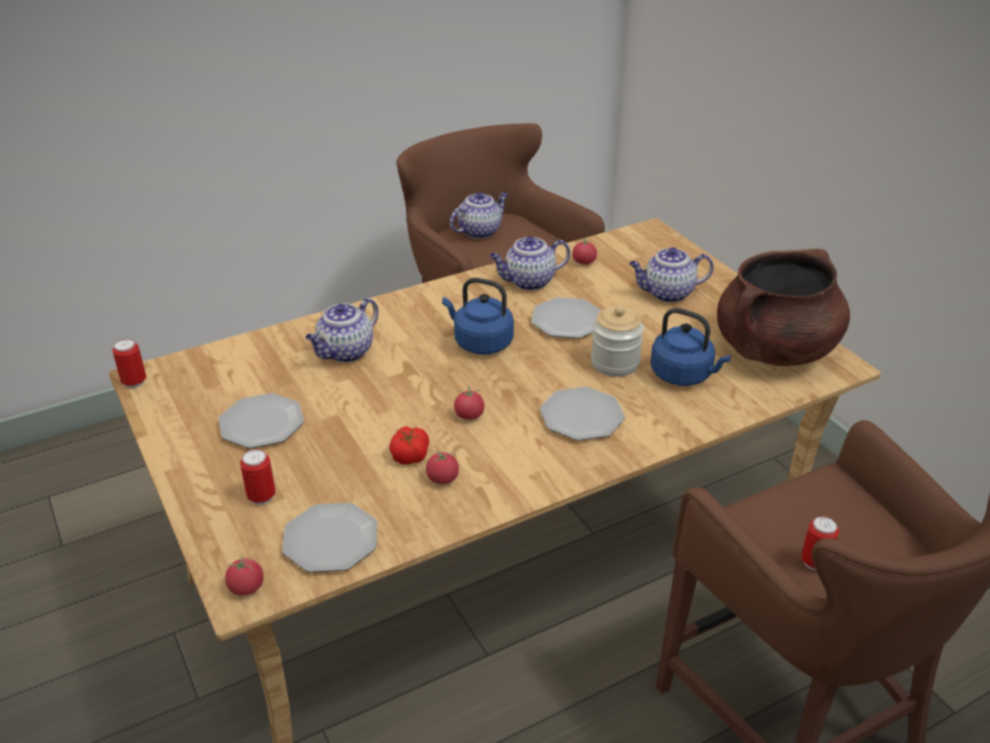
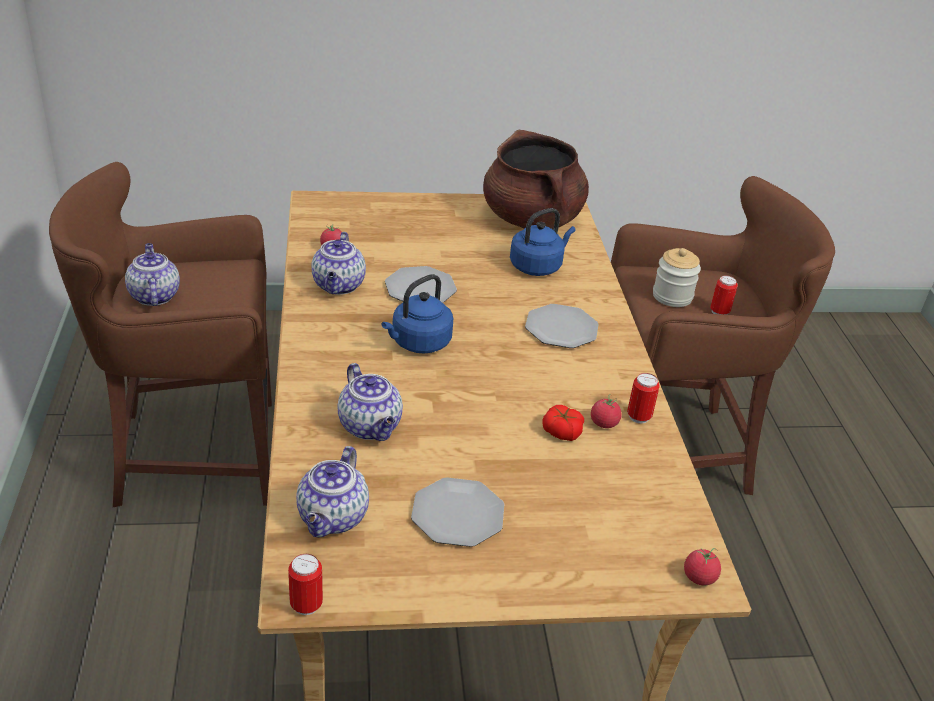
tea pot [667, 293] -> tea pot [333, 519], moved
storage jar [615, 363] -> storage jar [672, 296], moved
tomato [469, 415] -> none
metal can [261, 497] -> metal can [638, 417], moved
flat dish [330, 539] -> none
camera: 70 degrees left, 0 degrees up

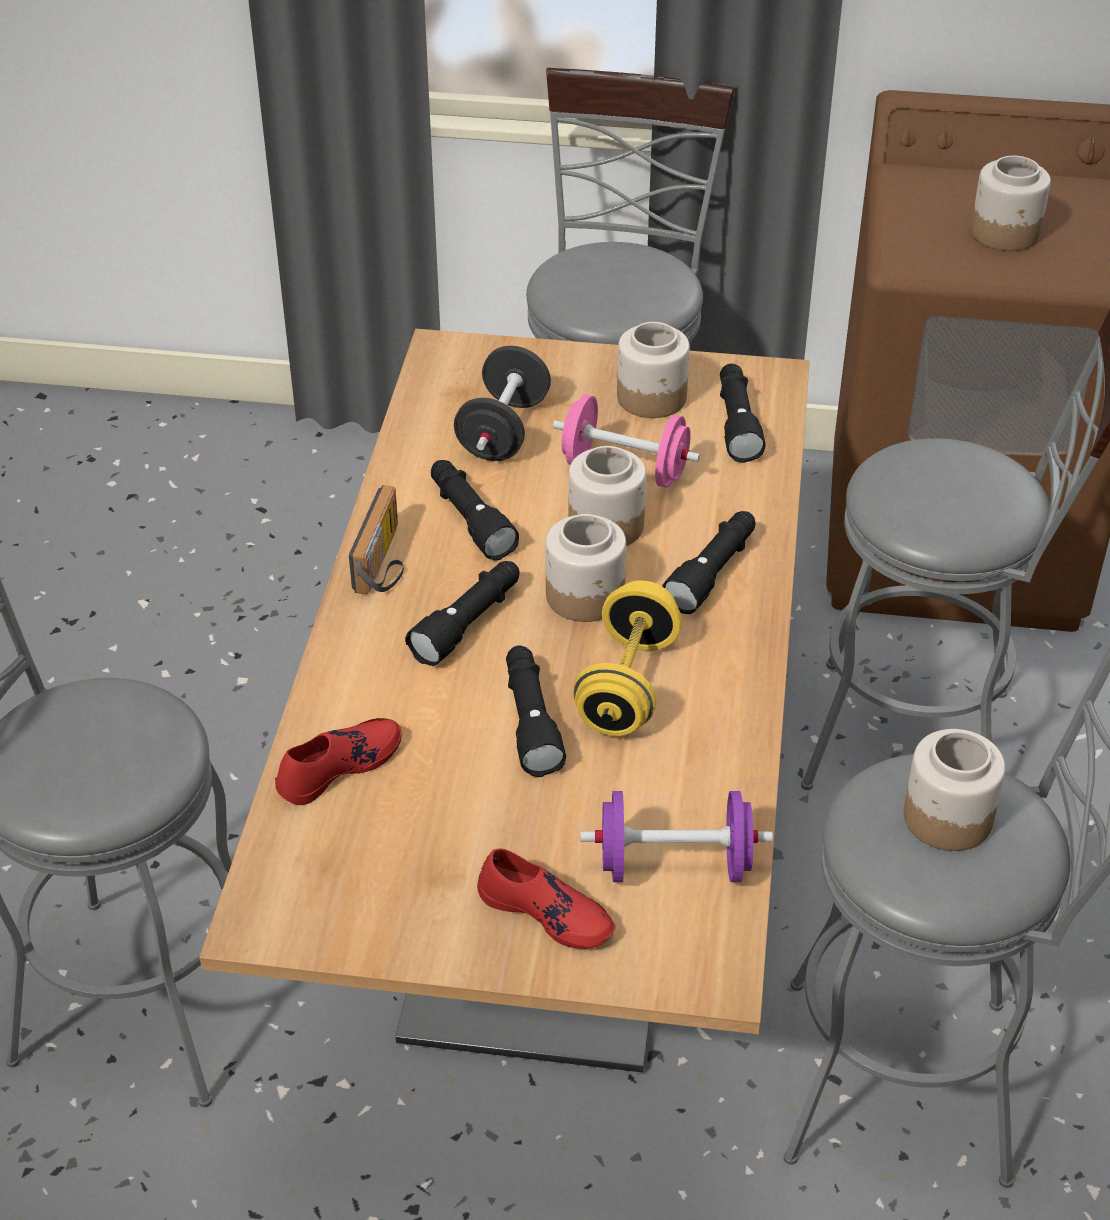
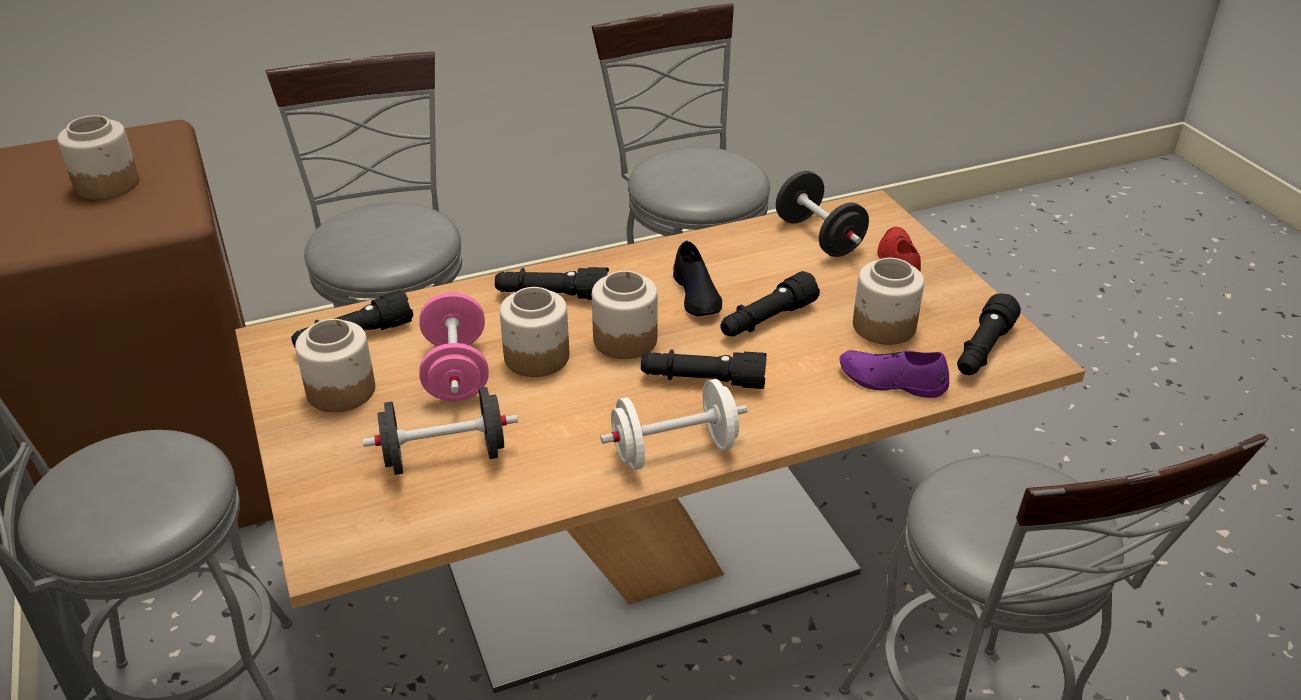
torch (black) [470, 520] -> torch (black) [982, 350], moved
radio receiver [386, 562] -> free weight (whitish) [674, 450]
free weight (yellow-coloured) [627, 686] -> shoe (black) [697, 295]
shoe (red-coloured) [339, 767] -> shoe (purplish) [891, 381]
storage jar [946, 817] -> storage jar [884, 326], moved
free weight (purplish) [674, 865] -> free weight (black) [819, 237]
camera: 120 degrees left, 5 degrees down

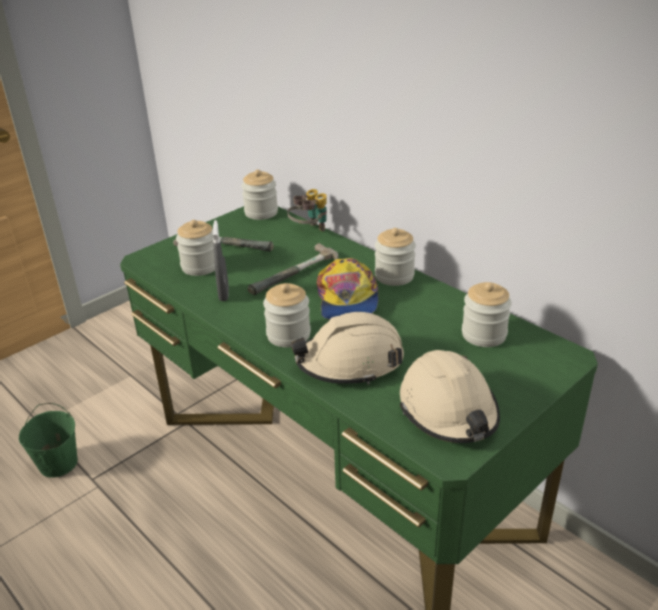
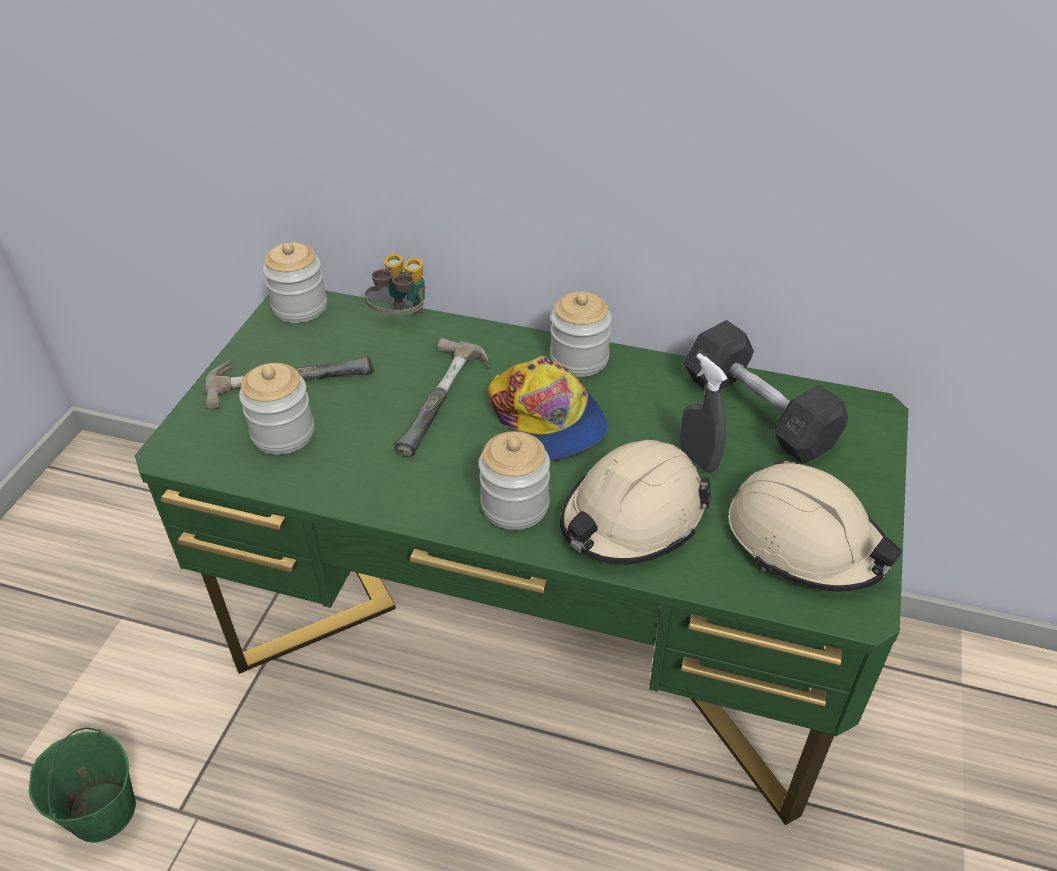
hand sprayer (greyish) [224, 294] -> hand sprayer (greyish) [698, 459], moved
storage jar [484, 334] -> free weight (greyish) [758, 413]
camera: 30 degrees left, 10 degrees up

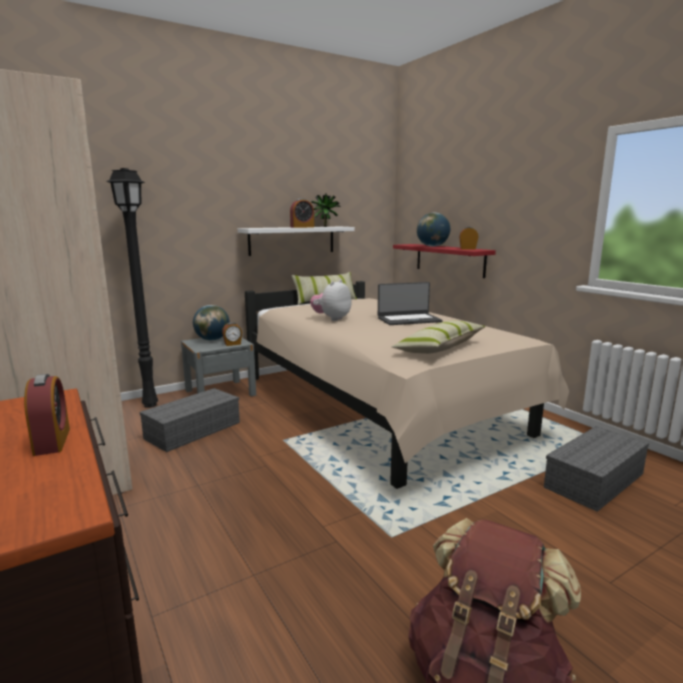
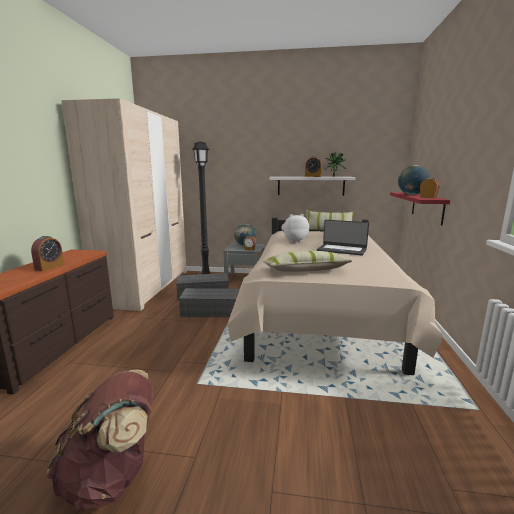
storage box (greyish) [595, 481] -> storage box (greyish) [210, 311], moved
camera: 40 degrees right, 0 degrees up

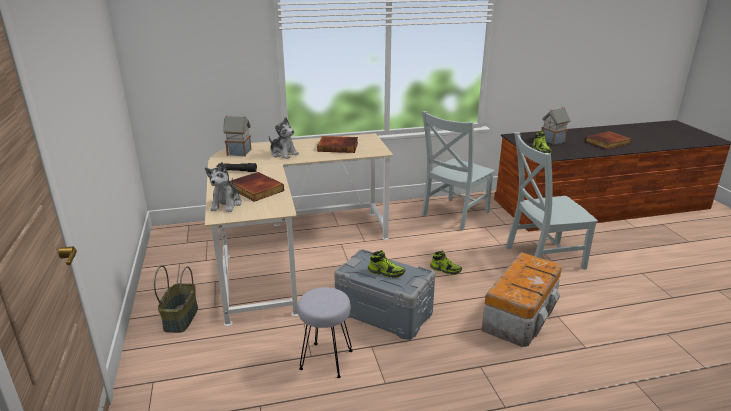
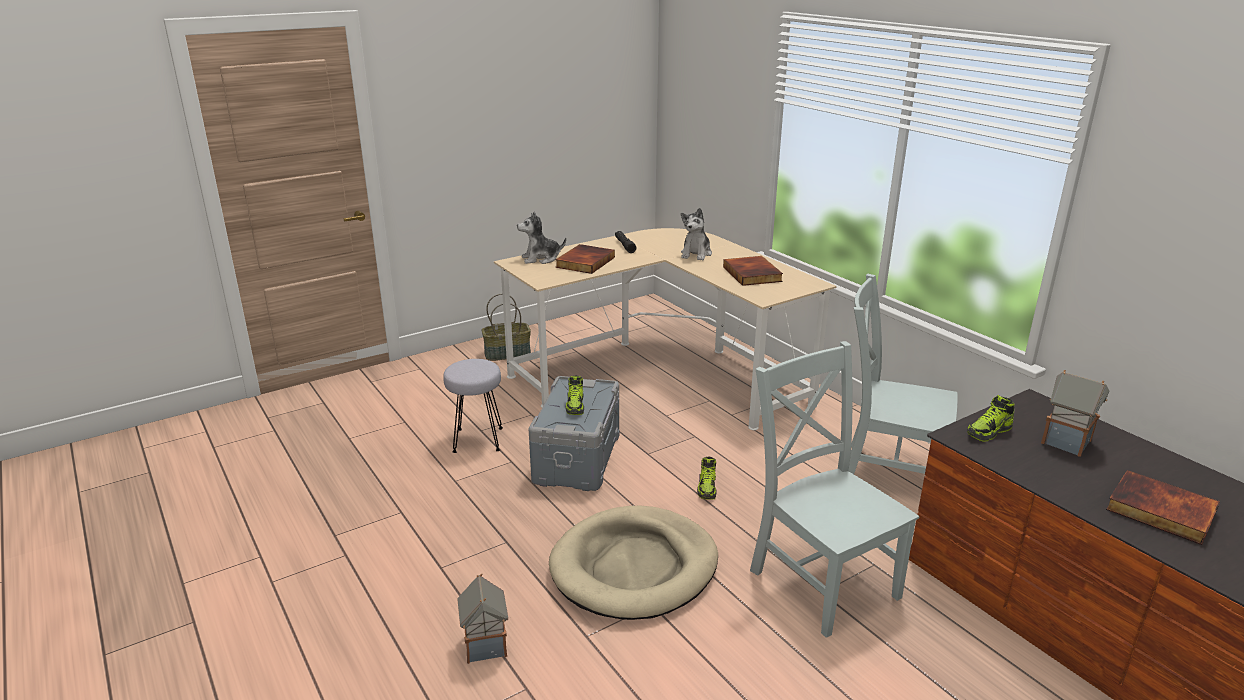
miniature house [240, 152] -> miniature house [486, 647], moved
storage box [521, 315] -> pet bed (beige) [634, 567]
camera: 70 degrees right, 0 degrees up

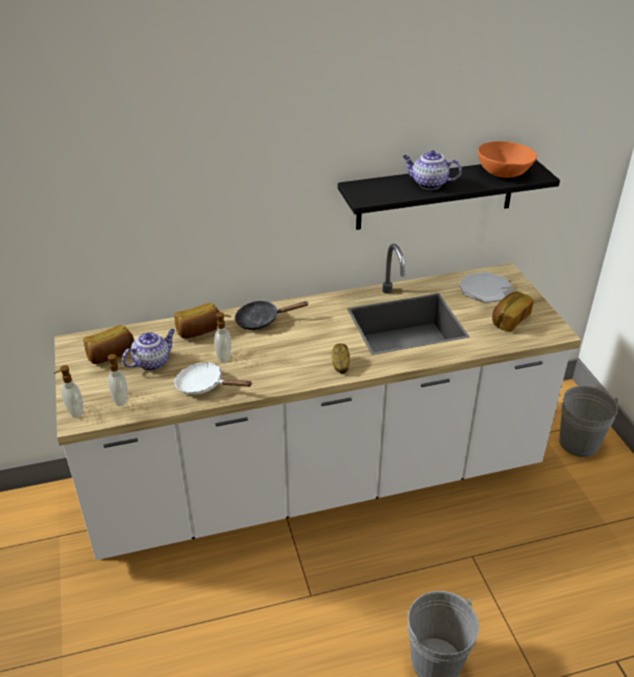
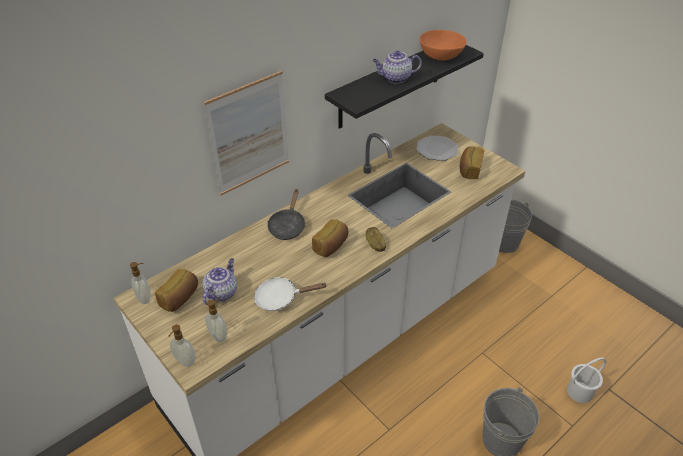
skillet (black) [262, 320] -> skillet (black) [287, 226], 45 degrees counterclockwise
baked bread [199, 331] -> baked bread [331, 246], moved
soap bottle [225, 356] -> soap bottle [145, 298], moved
none -> picture [249, 134]
none -> pail (whitish) [579, 391]
camera: 25 degrees left, 5 degrees up

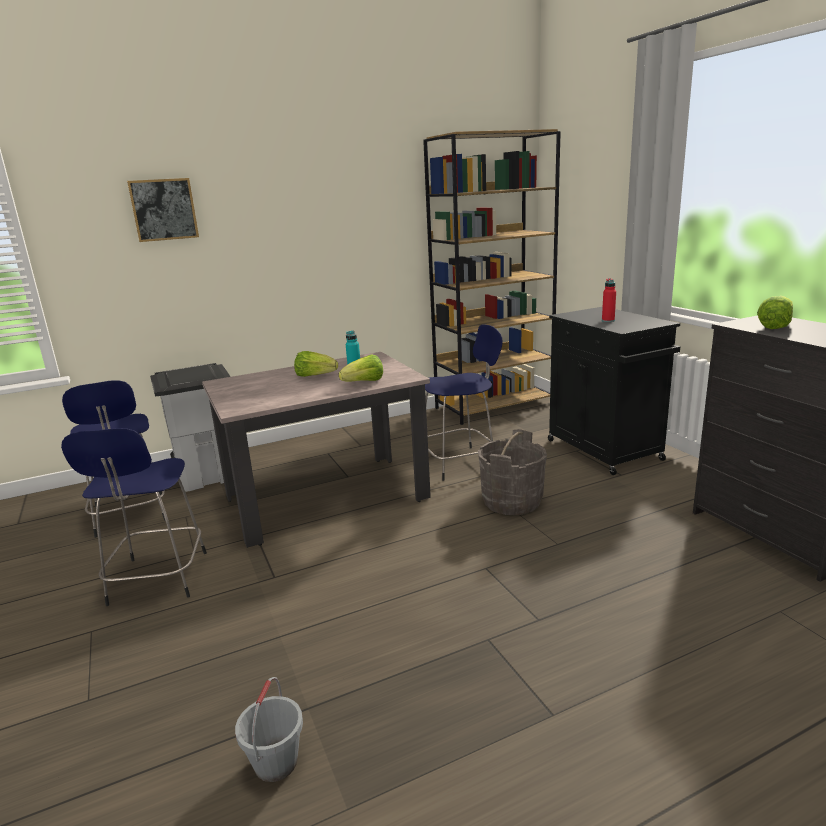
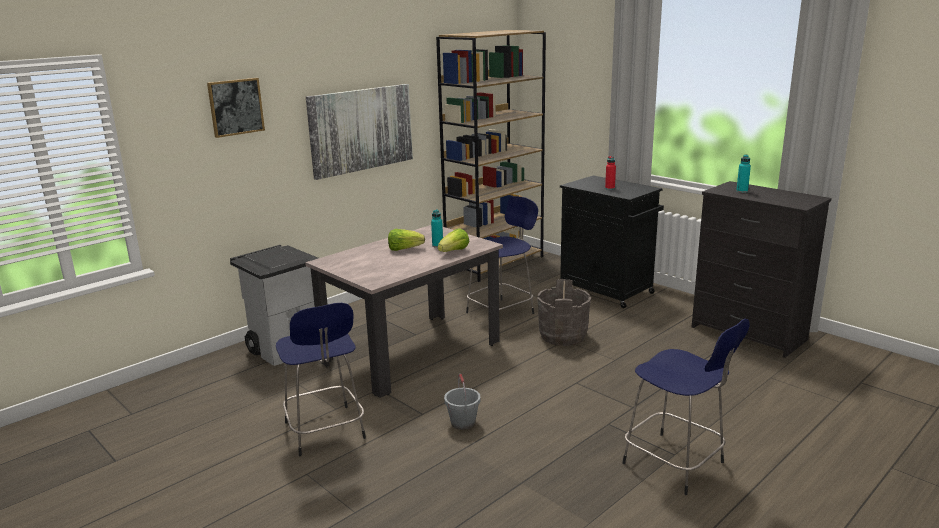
head of lettuce [775, 326] -> beverage bottle (turquoise) [742, 191]
stool seat (blue-coloured) [130, 516] -> stool seat (blue-coloured) [676, 464], moved
pail (greyish) [276, 763] -> pail (greyish) [463, 423], moved
none -> picture [361, 129]
camera: 20 degrees left, 0 degrees up

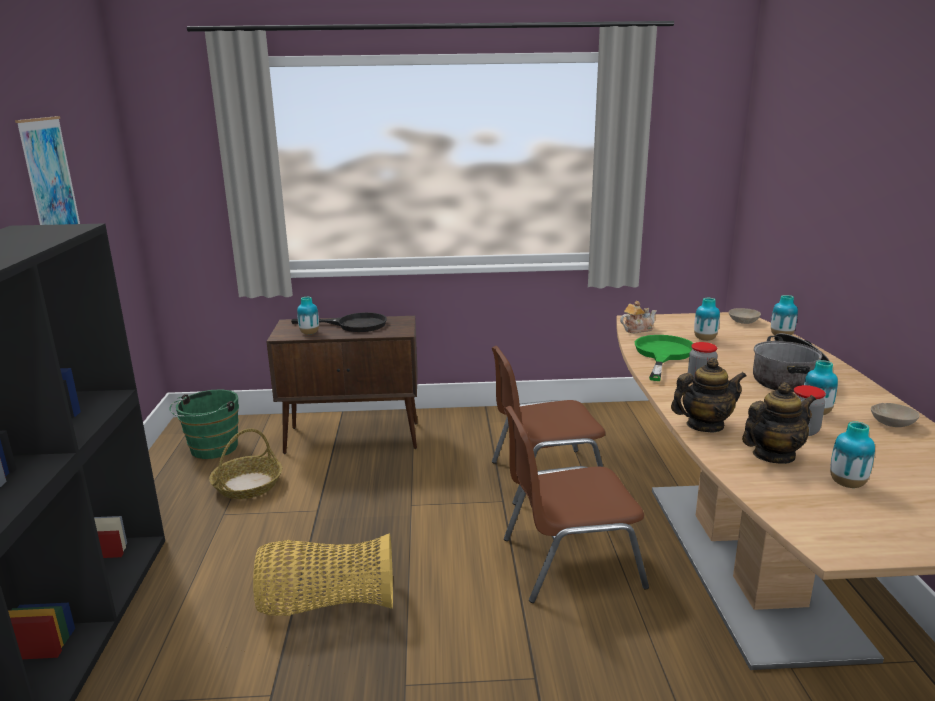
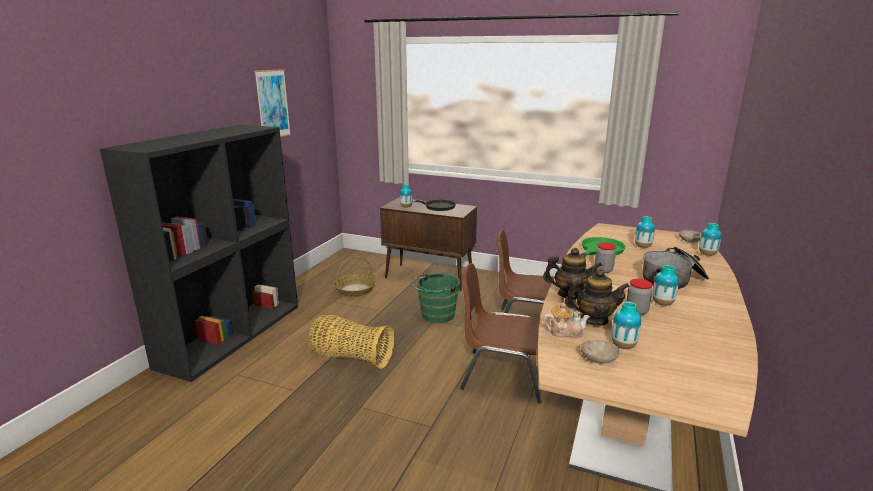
tea pot [637, 329] -> tea pot [564, 332], moved
pail (green-coloured) [211, 449] -> pail (green-coloured) [436, 316], moved
deep dish (beige) [893, 424] -> deep dish (beige) [598, 359], moved
camera: 25 degrees right, 0 degrees up

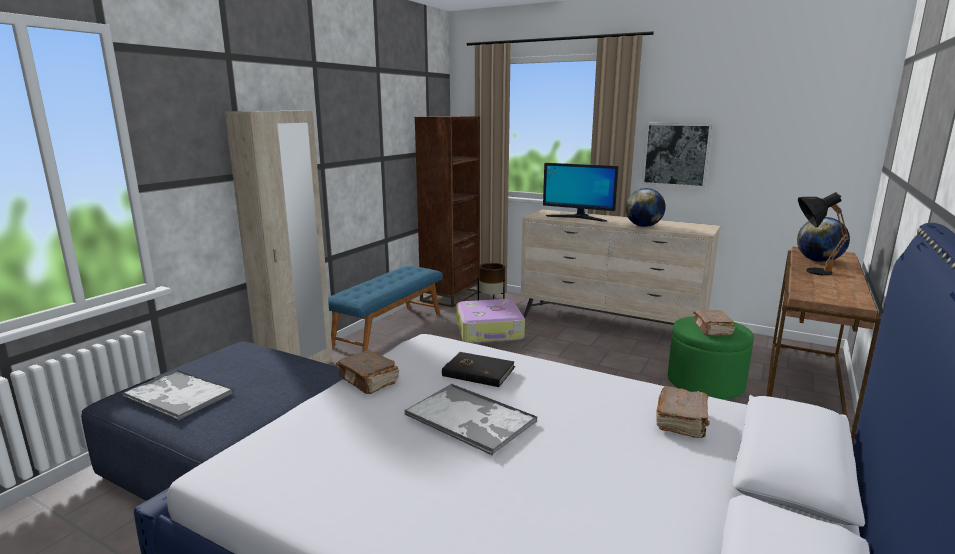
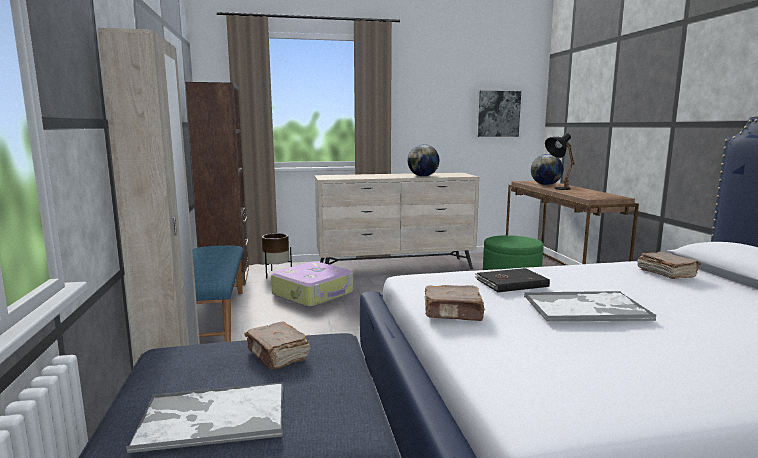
picture [676, 154] -> picture [498, 114], moved
computer screen [578, 218] -> none
book (brown-coloured) [712, 329] -> book (brown-coloured) [277, 355], moved
camera: 40 degrees left, 5 degrees down

